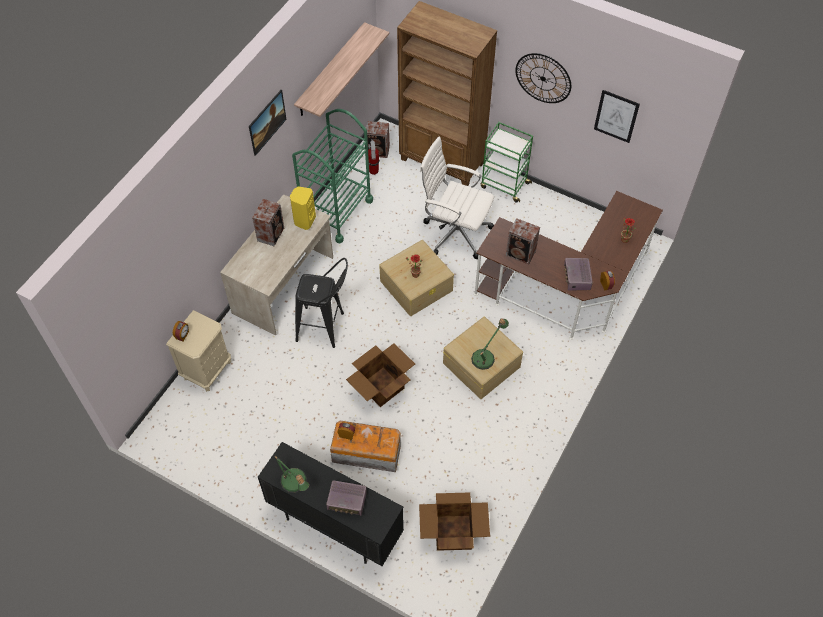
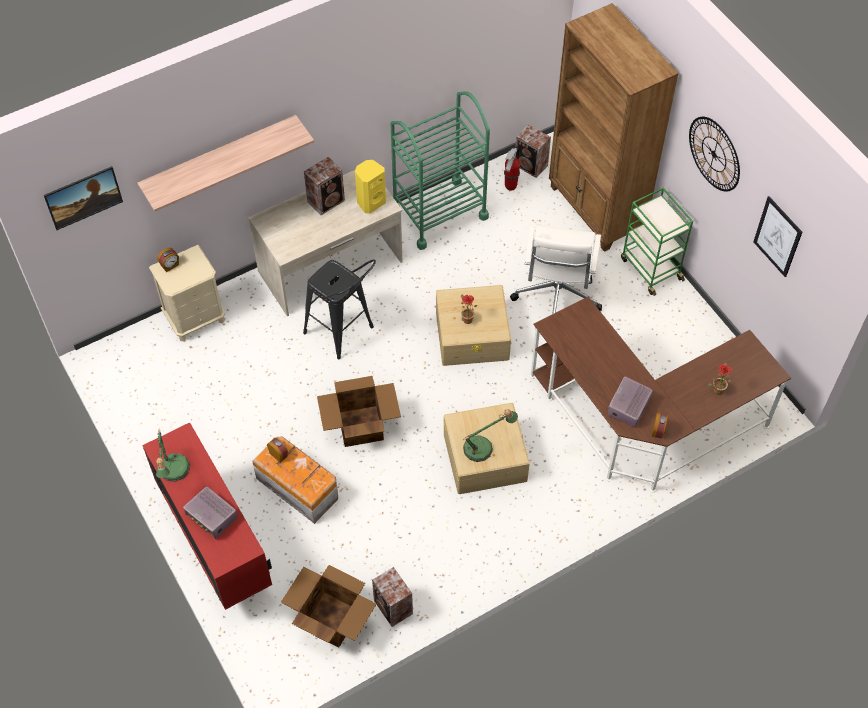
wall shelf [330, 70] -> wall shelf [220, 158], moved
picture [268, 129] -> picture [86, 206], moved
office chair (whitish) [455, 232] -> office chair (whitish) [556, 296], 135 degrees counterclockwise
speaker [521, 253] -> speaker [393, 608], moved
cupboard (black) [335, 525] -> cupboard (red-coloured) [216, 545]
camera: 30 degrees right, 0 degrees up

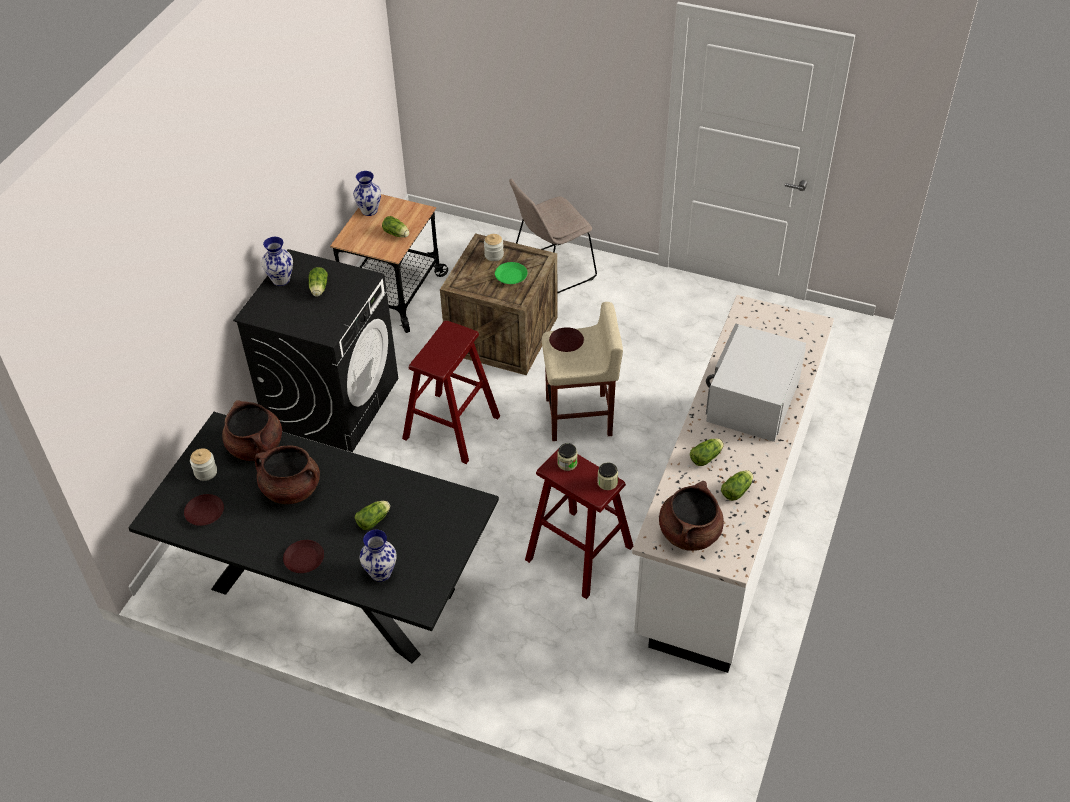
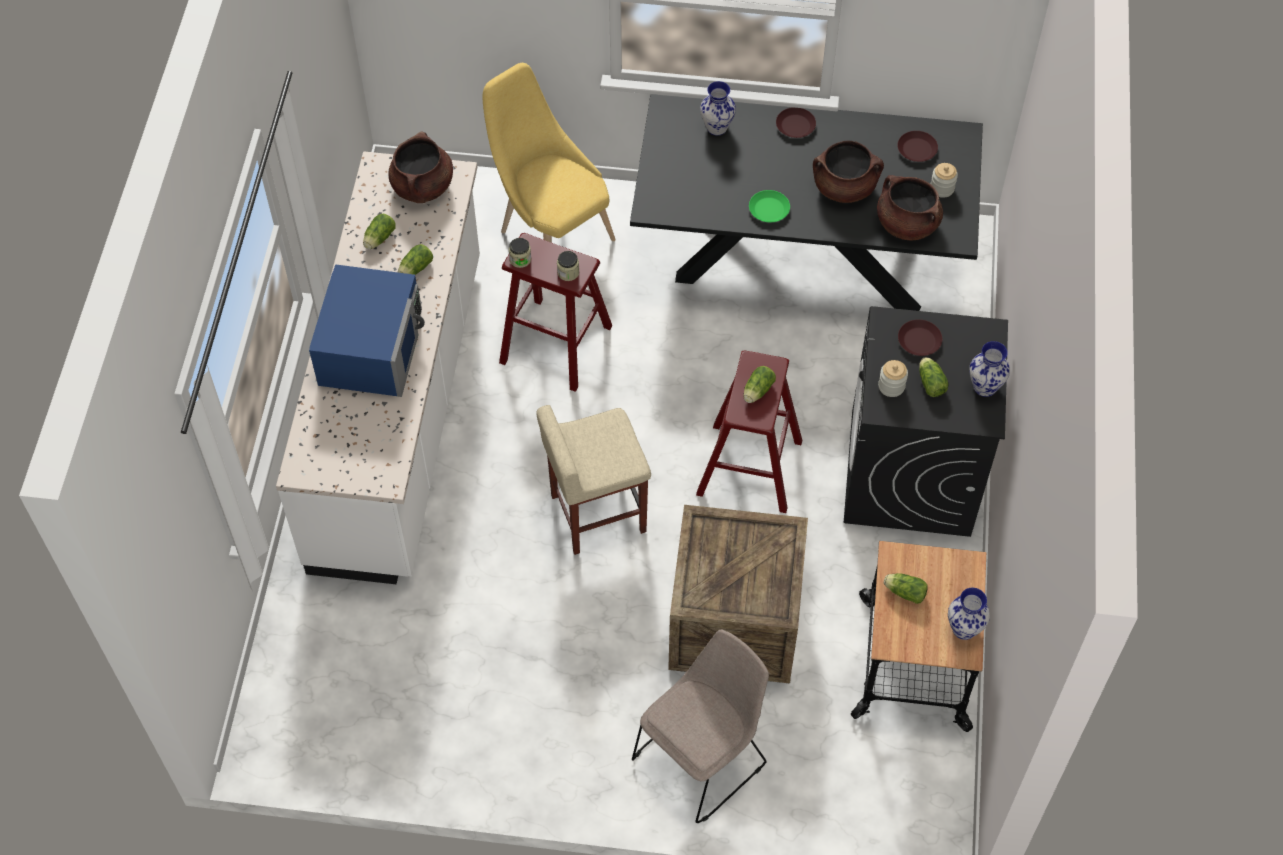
storage jar [494, 255] -> storage jar [891, 386], moved
flat dish (green-coloured) [510, 276] -> flat dish (green-coloured) [769, 209], moved
kitchen microwave (whitish) [751, 400] -> kitchen microwave (blue-coloured) [371, 347]
flat dish (brown-coloured) [566, 343] -> flat dish (brown-coloured) [919, 340], moved
head of lettuce [374, 520] -> head of lettuce [757, 391], moved
none -> chair (yellow-coloured) [551, 232]
camera: 165 degrees right, 10 degrees up

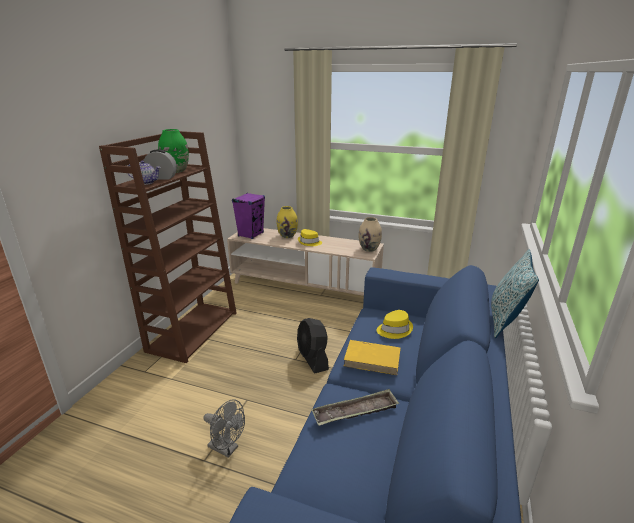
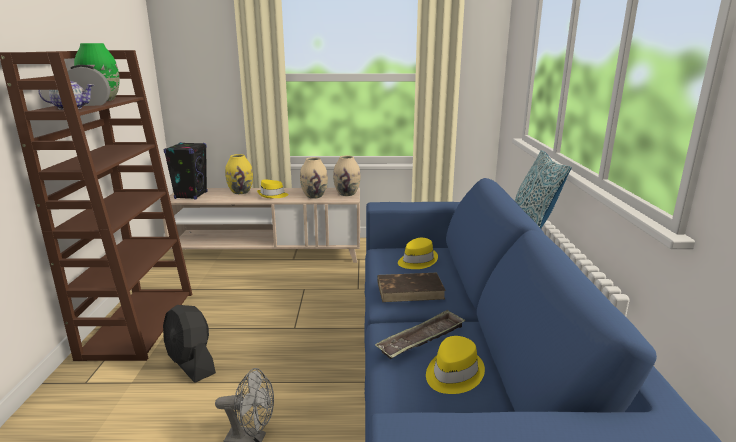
speaker (purplish) [251, 234] -> speaker (black) [191, 195]
fan (black) [312, 359] -> fan (black) [191, 364], moved
book (yellow-coloured) [373, 359] -> book (brown-coloured) [410, 290]
none -> vase (beige) [314, 196]
none -> wearable hat (yellow-coloured) [453, 374]
camera: 20 degrees left, 5 degrees down

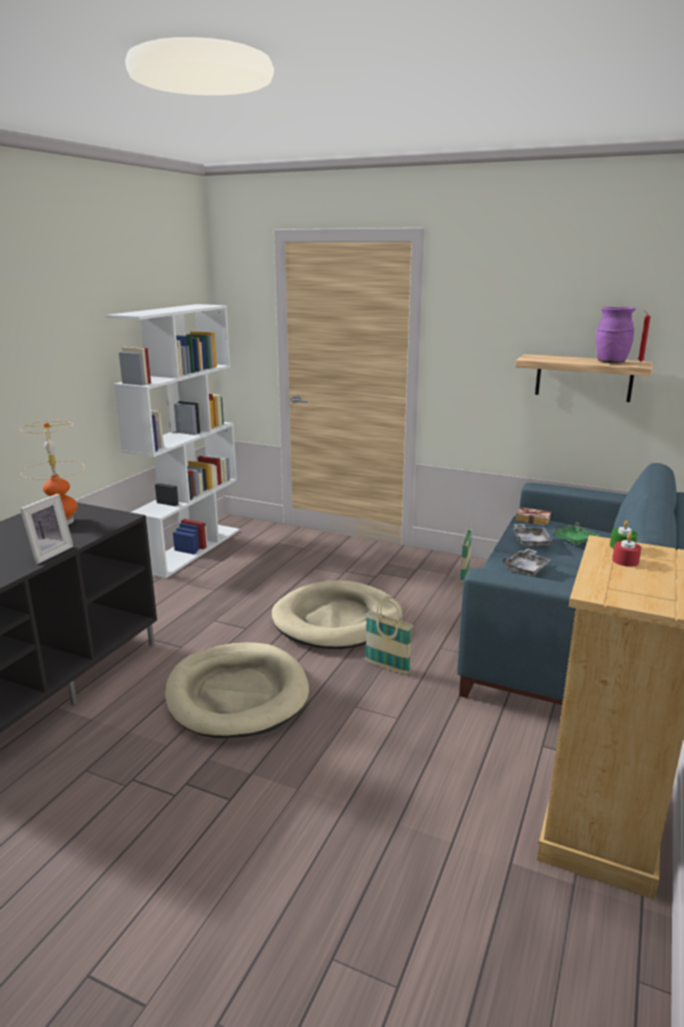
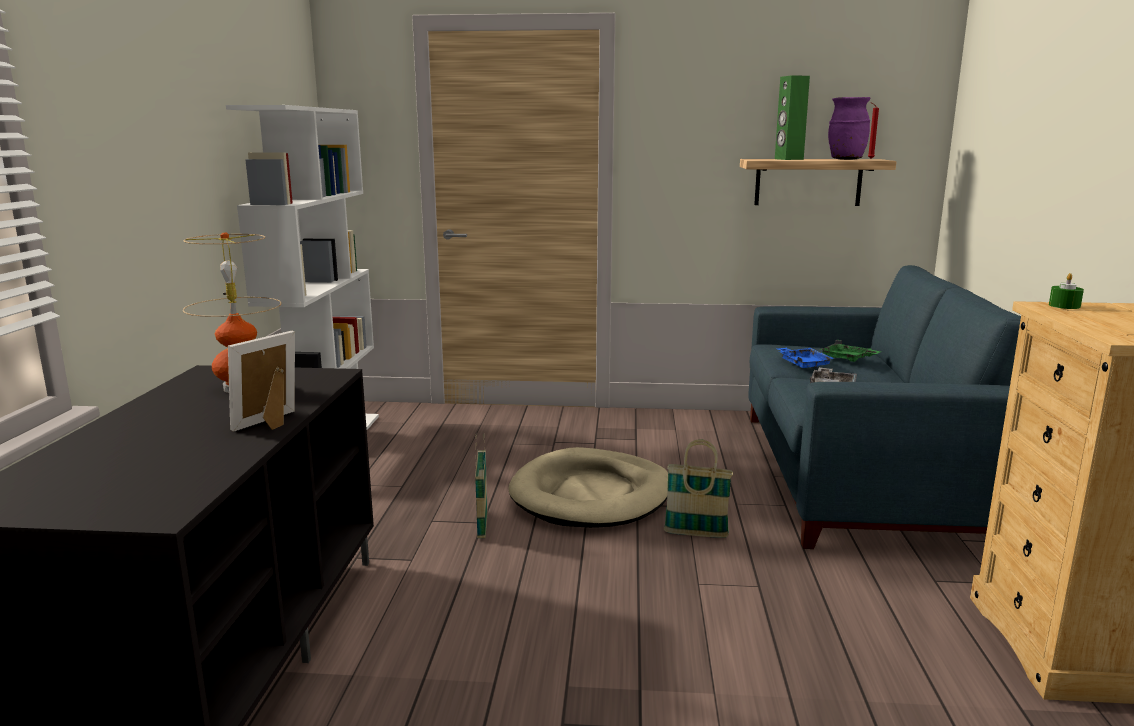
standing frame [48, 553] -> standing frame [272, 423], 150 degrees counterclockwise
book [534, 519] -> none
storage basket [464, 575] -> storage basket [482, 525], moved
serving tray (greyish) [530, 541] -> serving tray (blue-coloured) [803, 364]
wax candle (red-coloured) [625, 561] -> none
pet bed (beige) [237, 694] -> none
none -> speaker (green-coloured) [788, 159]
camera: 20 degrees left, 5 degrees down

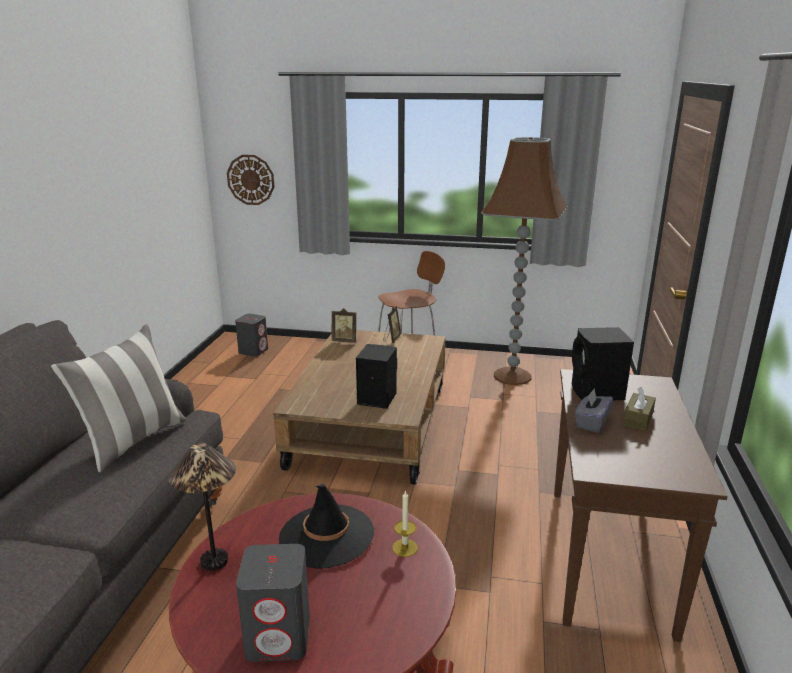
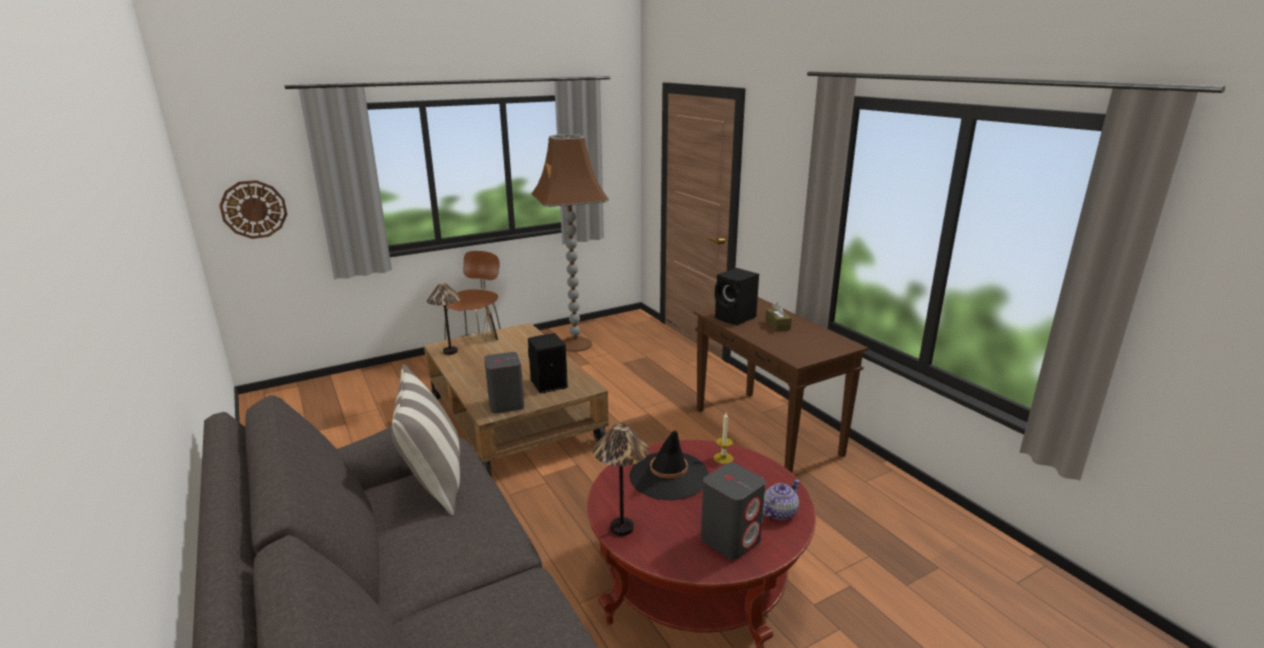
standing frame [345, 341] -> table lamp [450, 351]
speaker (greyish) [253, 351] -> speaker (greyish) [506, 404], moved
tissue box (greyish) [591, 423] -> none
none -> tea pot [779, 512]
camera: 40 degrees left, 0 degrees up

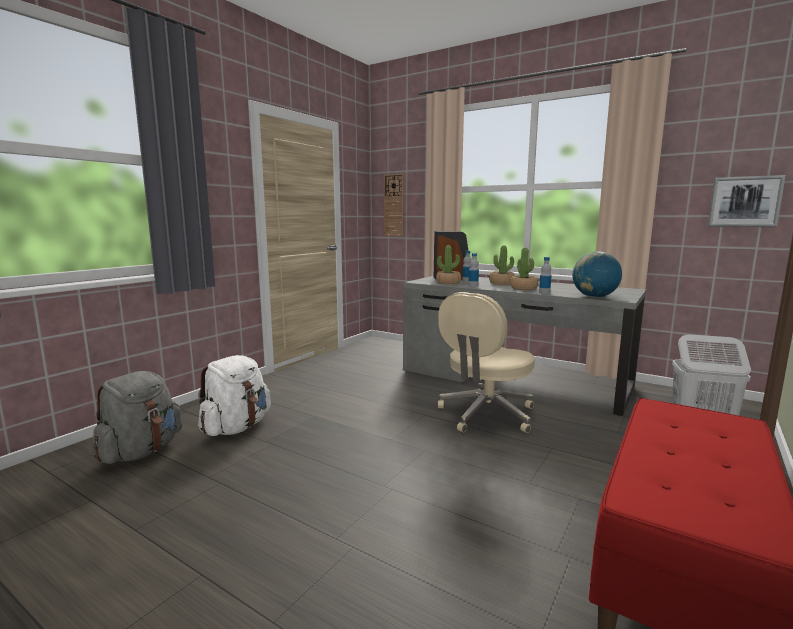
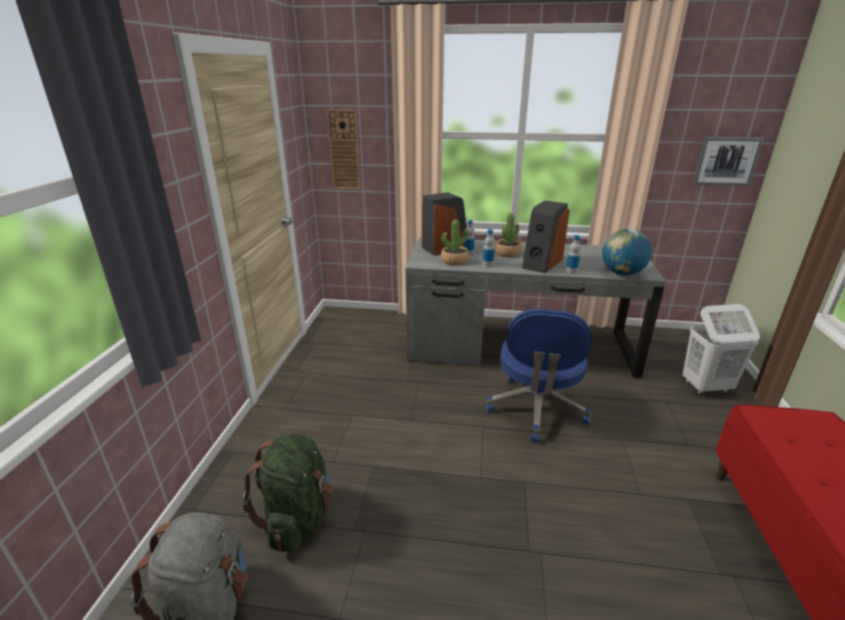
potted plant [523, 288] -> speaker [541, 263]
office chair (beige) [486, 414] -> office chair (blue-coloured) [536, 409]
knapsack (whitish) [236, 427] -> knapsack (green-coloured) [298, 518]
camera: 25 degrees left, 15 degrees up

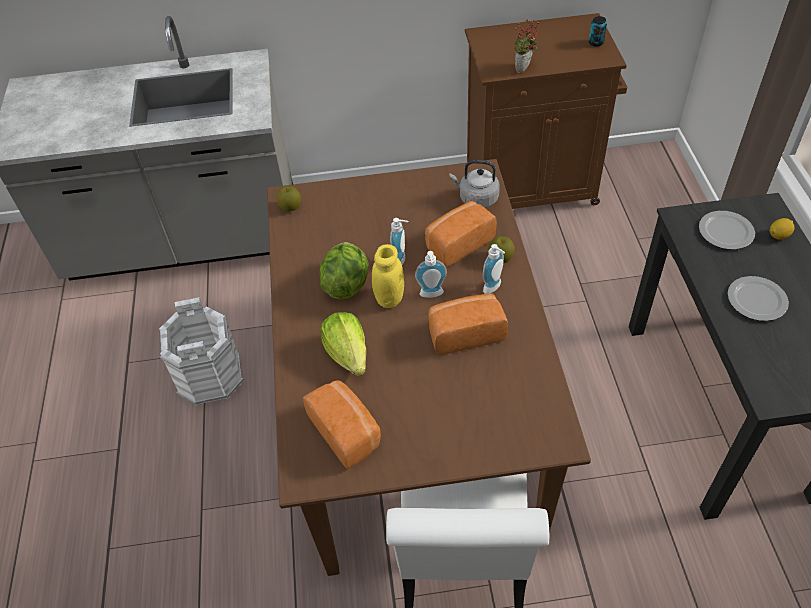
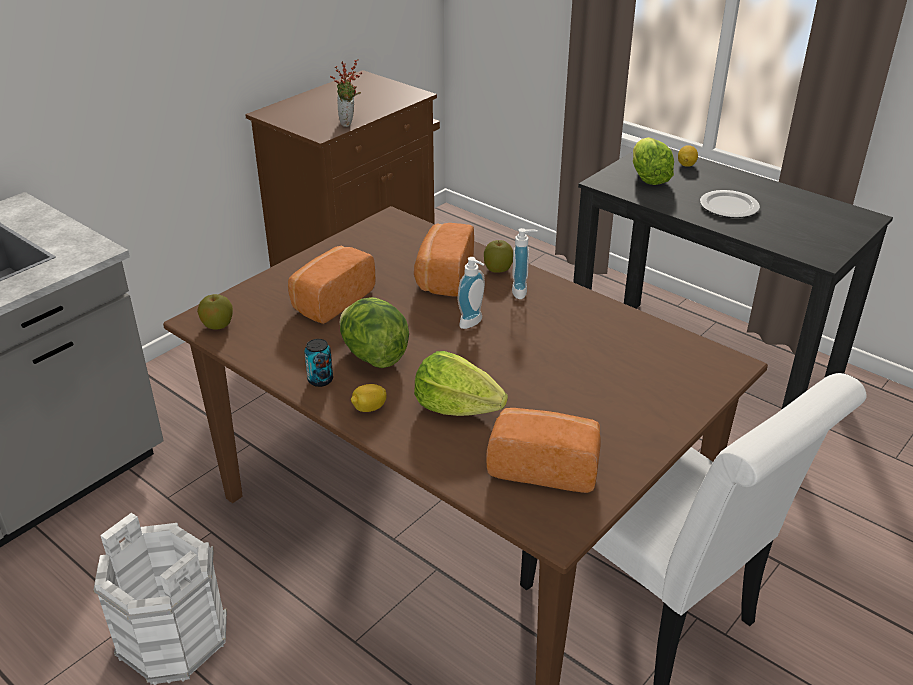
metal can [596, 43] -> metal can [320, 380], moved
water kettle (greyish) [476, 199] -> none
flat dish [724, 232] -> head of lettuce [648, 177]
soap bottle [401, 260] -> none
storage jar (yellow-coloured) [389, 298] -> none
baked bread [465, 333] -> baked bread [330, 300], moved
none -> whole lemon [369, 408]
camera: 45 degrees left, 15 degrees down

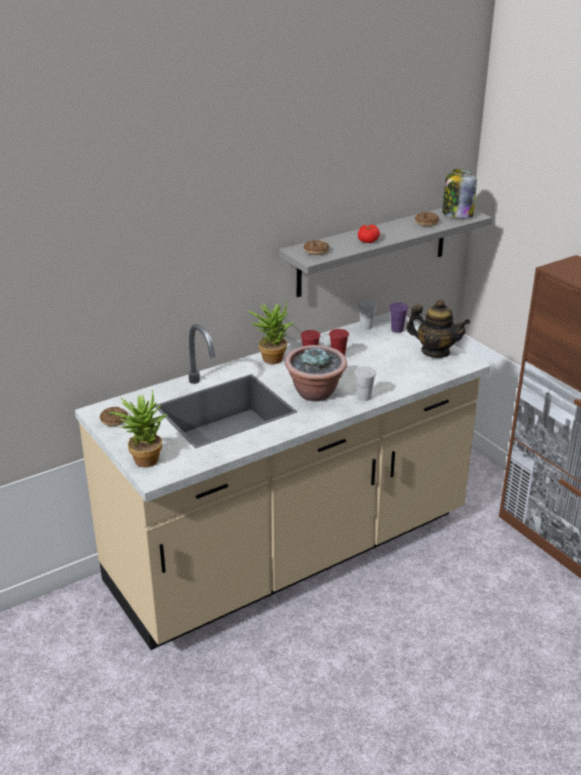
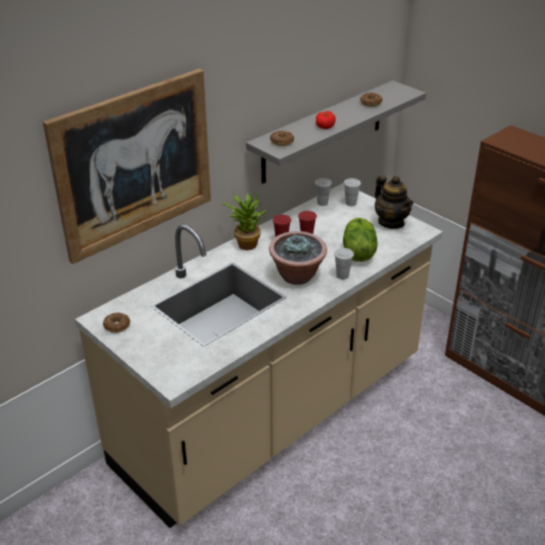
storage jar [457, 214] -> none
tea pot [435, 352] -> tea pot [391, 222], 45 degrees clockwise
drinking cup (purplish) [397, 330] -> drinking cup (whitish) [350, 203]
potted plant [143, 458] -> none
none -> picture [134, 164]
none -> head of lettuce [357, 252]
camera: 10 degrees left, 5 degrees up

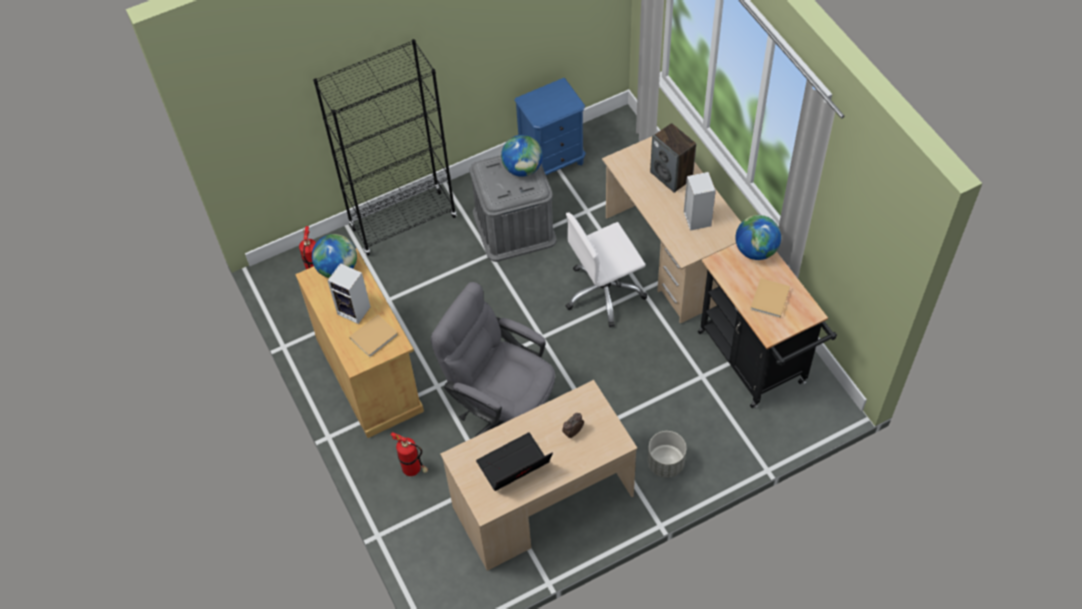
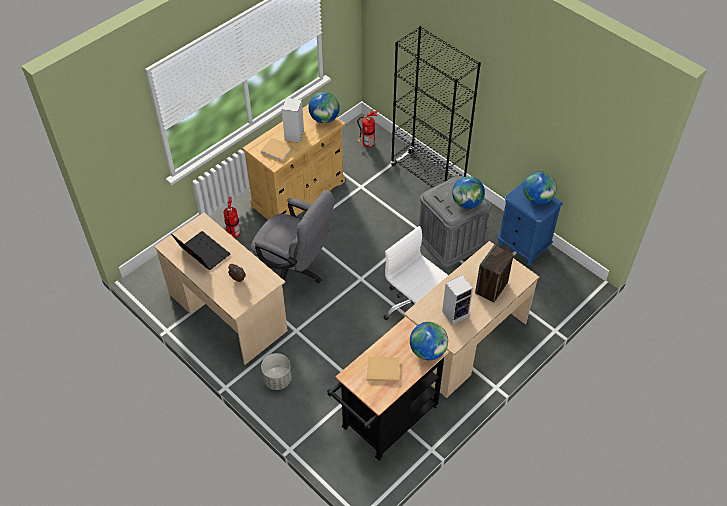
office chair (greyish) [503, 409] -> office chair (greyish) [294, 271], 105 degrees clockwise
none -> world globe [537, 198]
camera: 70 degrees right, 5 degrees down

